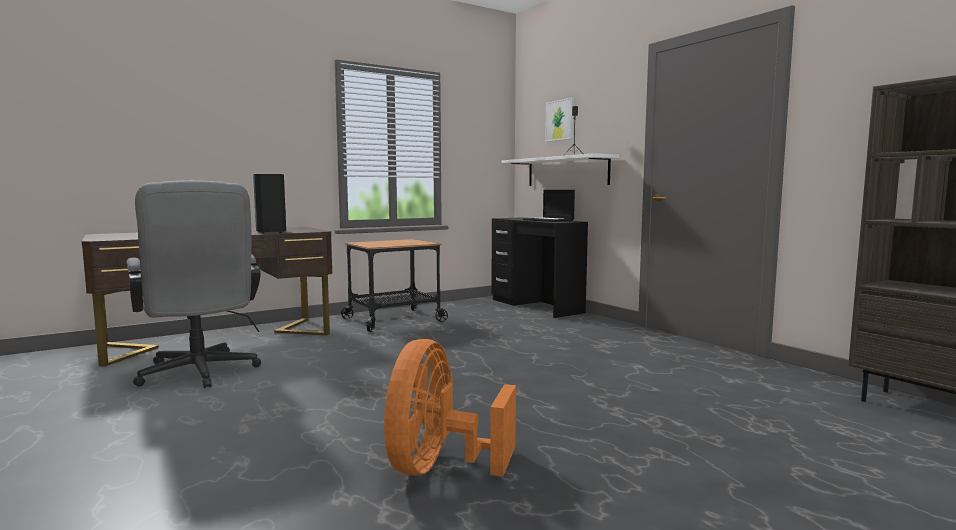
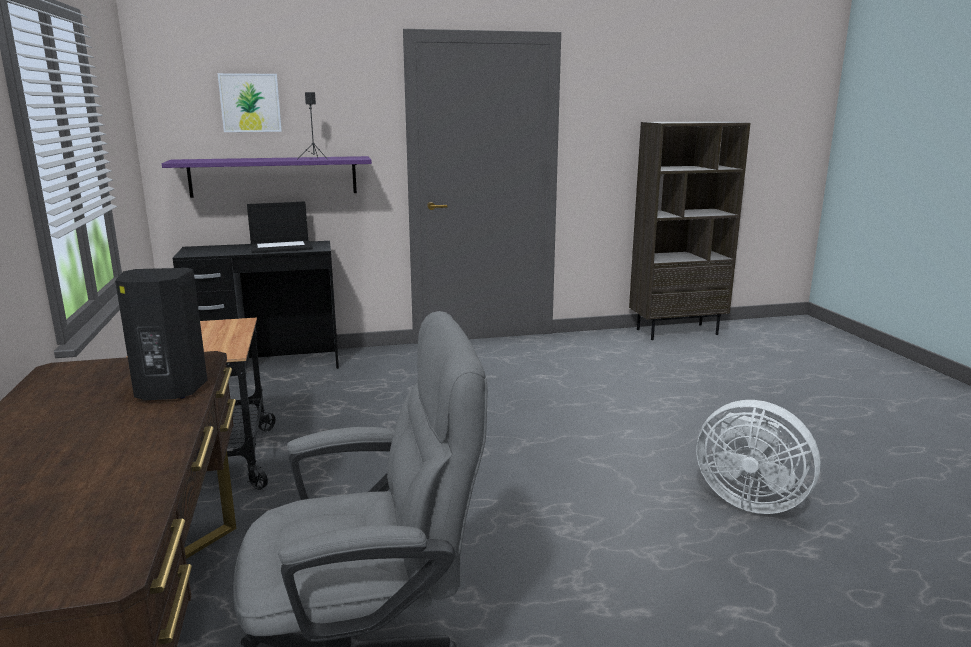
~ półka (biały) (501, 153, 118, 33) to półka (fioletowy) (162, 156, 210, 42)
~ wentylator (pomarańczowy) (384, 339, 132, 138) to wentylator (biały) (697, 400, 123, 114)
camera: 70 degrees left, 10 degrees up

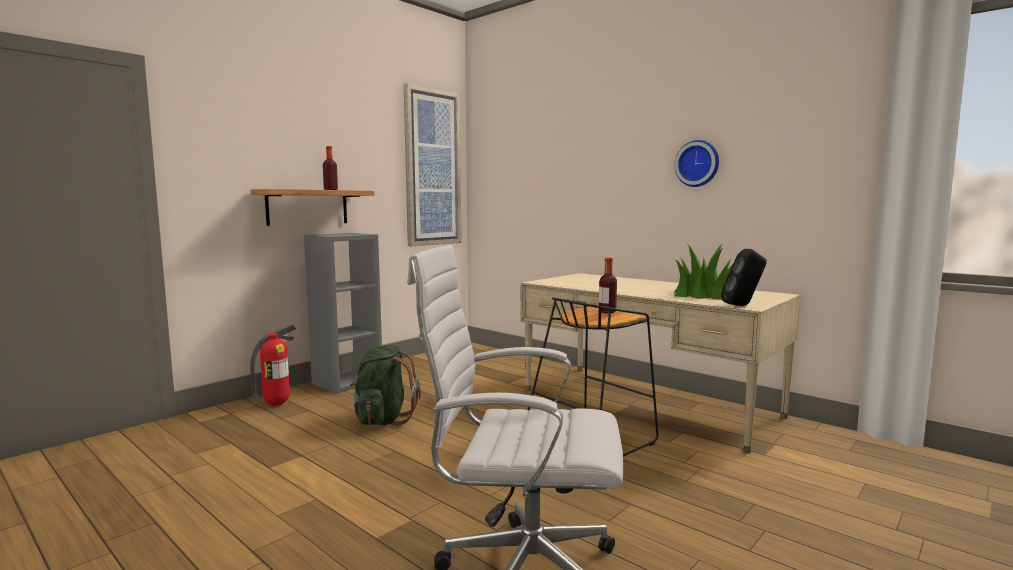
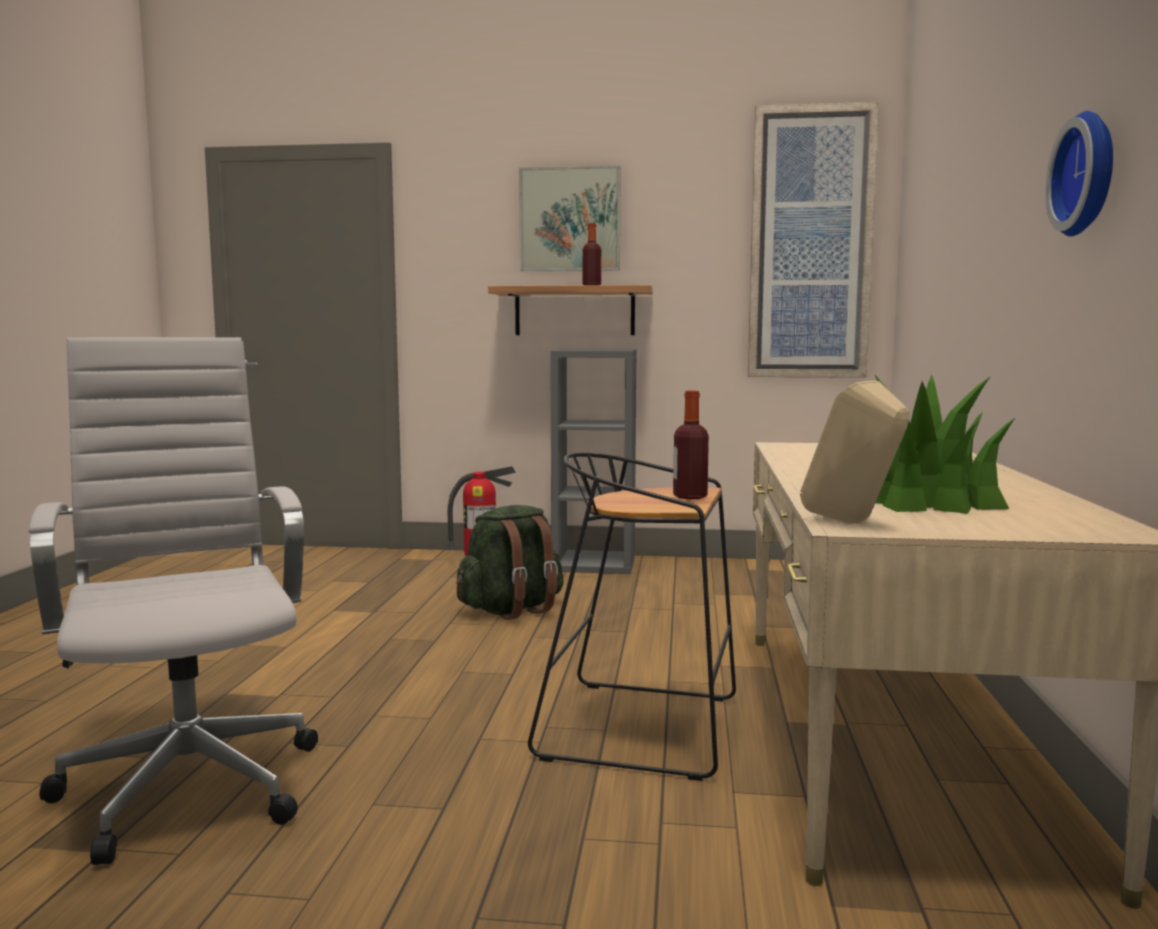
~ głośnik (czarny) (721, 249, 46, 57) to głośnik (beżowy) (800, 381, 110, 143)
+ obraz (519, 166, 102, 105)
camera: 55 degrees right, 0 degrees up

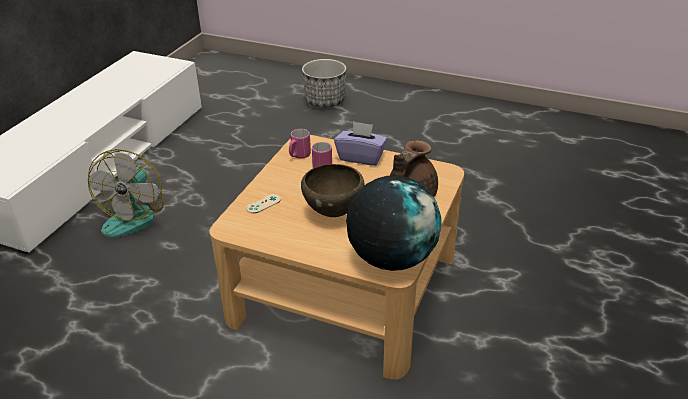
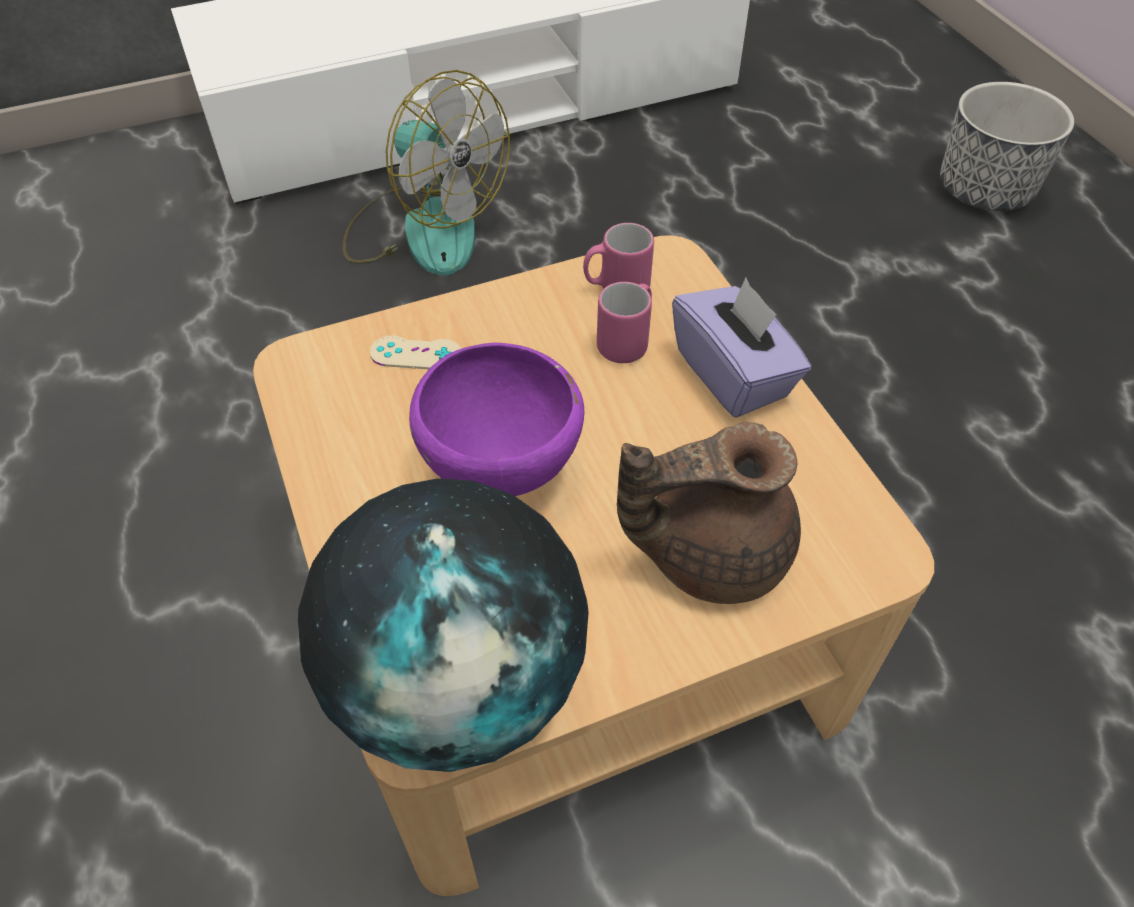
~ wentylator (88, 149, 76, 89) = (343, 70, 167, 205) 105 degrees counterclockwise
~ miska (brązowy) (301, 164, 63, 53) to miska (fioletowy) (409, 343, 175, 153)
camera: 45 degrees right, 15 degrees up

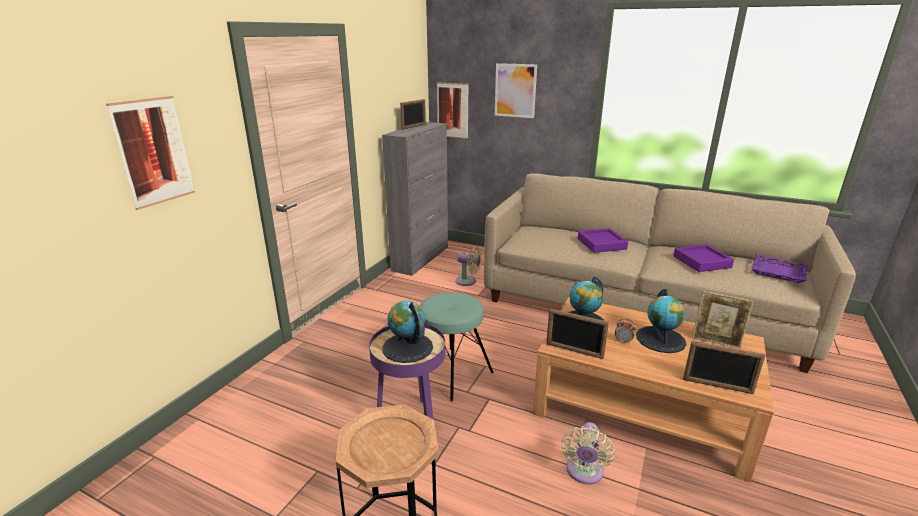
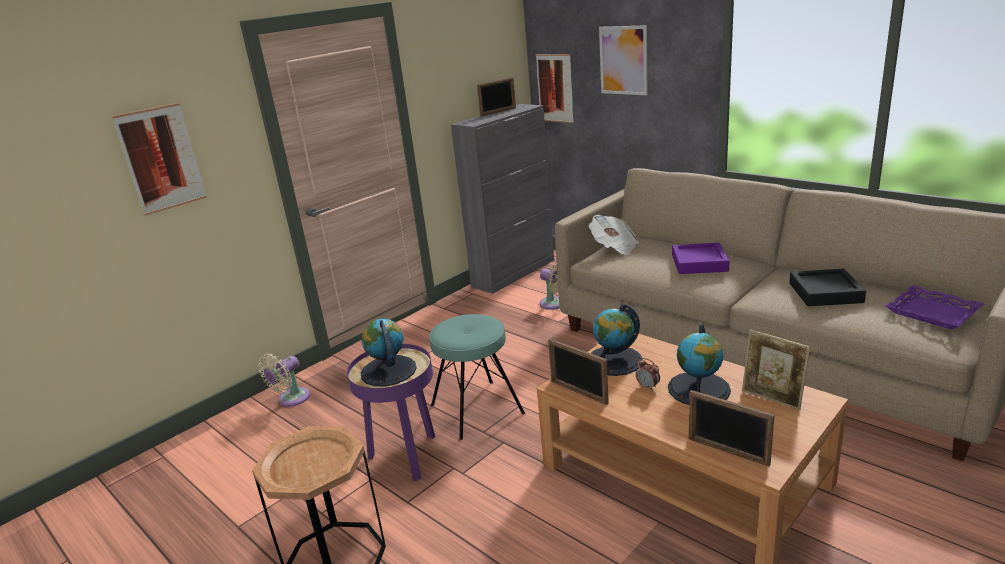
~ taca (fioletowy) (673, 244, 61, 28) to taca (czarny) (789, 269, 77, 37)
~ wentylator (beżowy) (561, 422, 54, 62) to (258, 353, 52, 54)
+ gazeta (589, 215, 50, 40)
camera: 20 degrees right, 0 degrees up

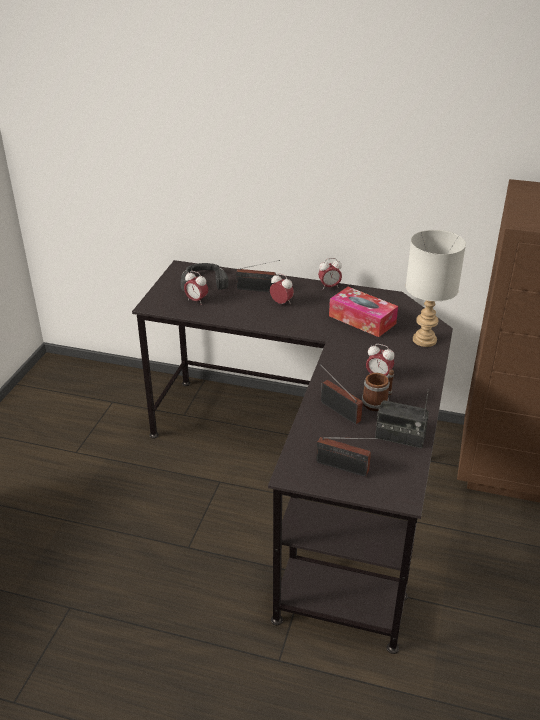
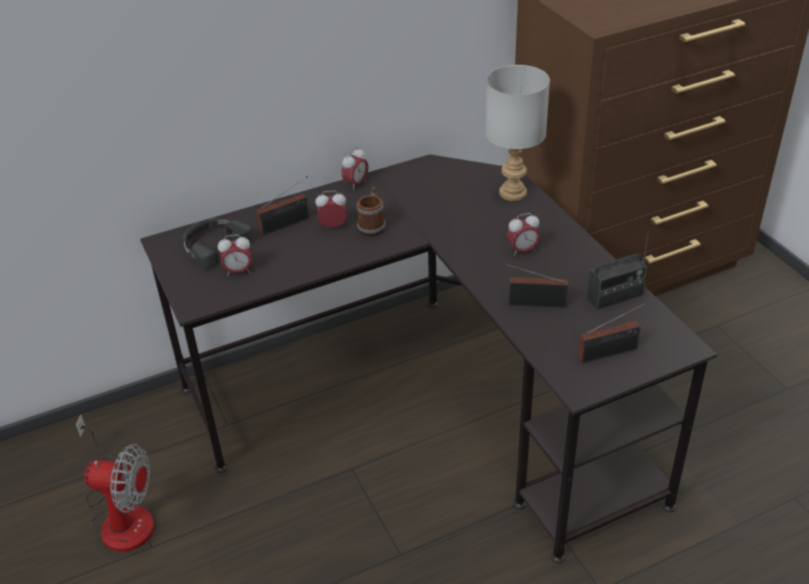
- pudełko chusteczek (329, 287, 69, 50)
~ kubek (362, 369, 32, 42) to (357, 187, 29, 49)
+ wentylator (76, 415, 78, 137)
camera: 40 degrees left, 5 degrees up

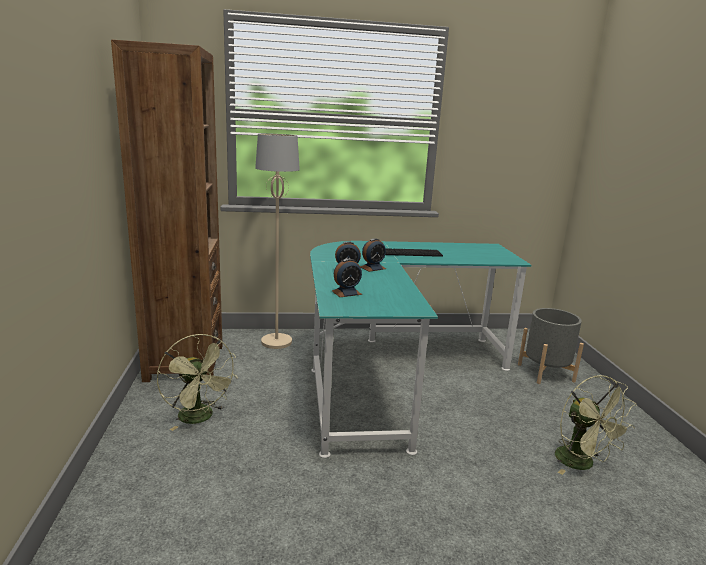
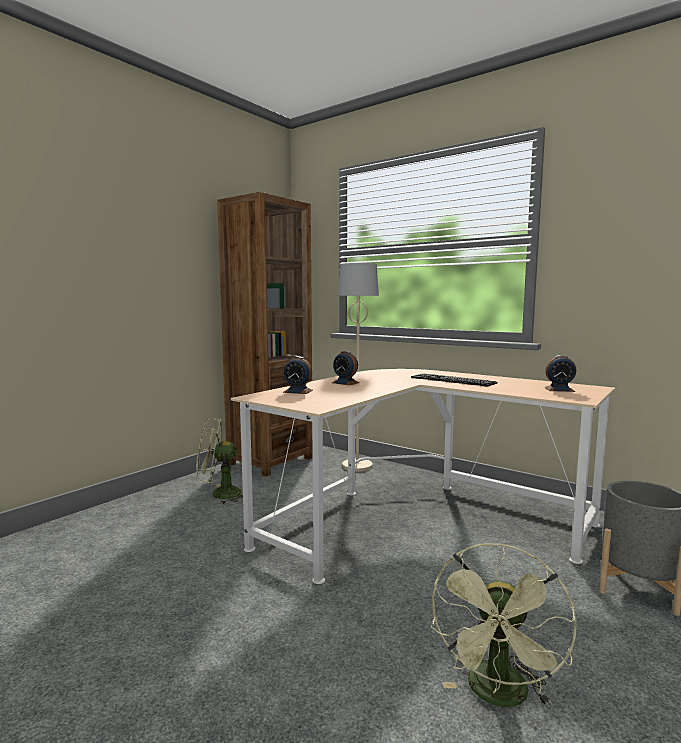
~ budzik (360, 238, 26, 34) to (544, 355, 32, 37)
~ biurko (turkusowy) (310, 241, 222, 217) to biurko (beżowy) (231, 369, 384, 215)
~ wentylator (zielony) (157, 334, 81, 97) = (196, 418, 47, 86) 75 degrees clockwise
camera: 45 degrees right, 10 degrees down

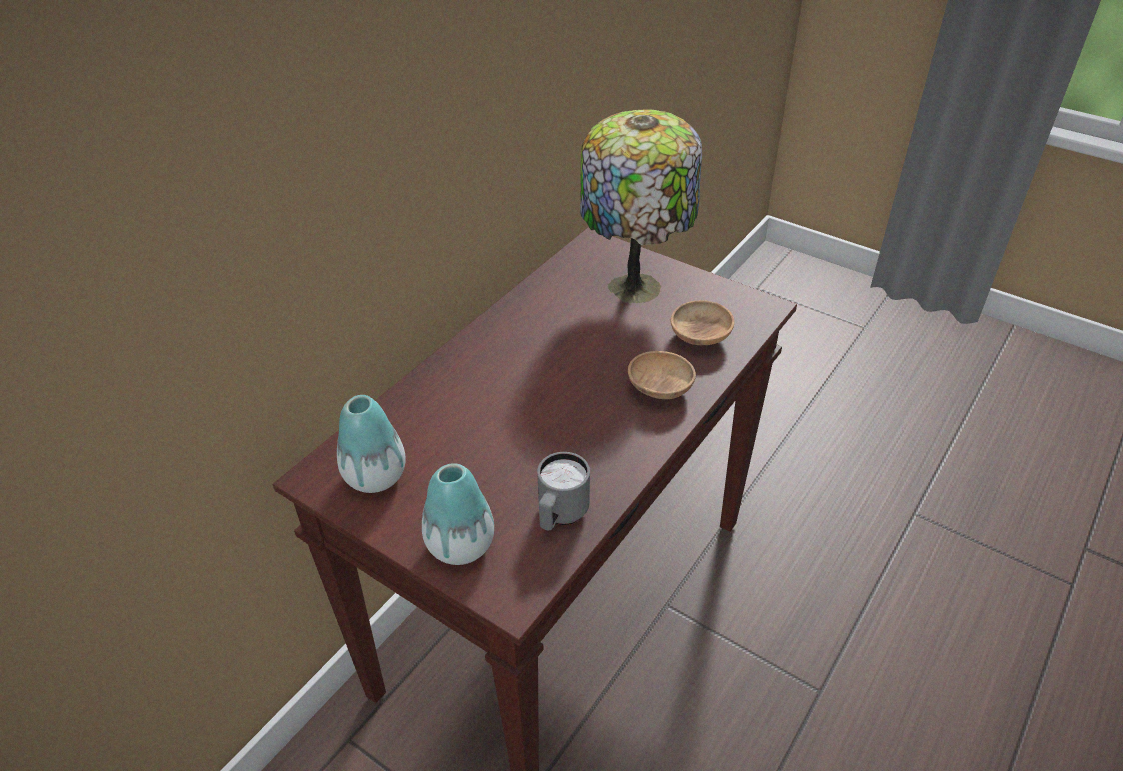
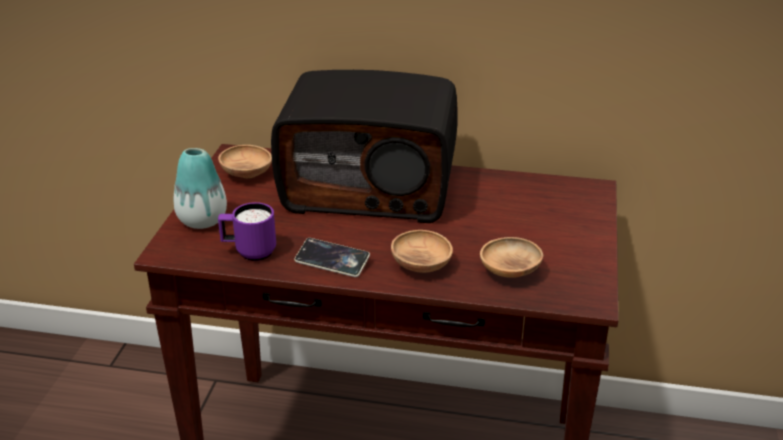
- lampa stołowa (580, 109, 122, 194)
~ wazon (337, 395, 69, 98) to miska (brązowy) (218, 145, 54, 33)
~ kubek (szary) (537, 452, 53, 79) to kubek (fioletowy) (218, 202, 58, 59)
+ radio (271, 70, 187, 153)
+ telefon (294, 238, 76, 39)
camera: 65 degrees right, 10 degrees down

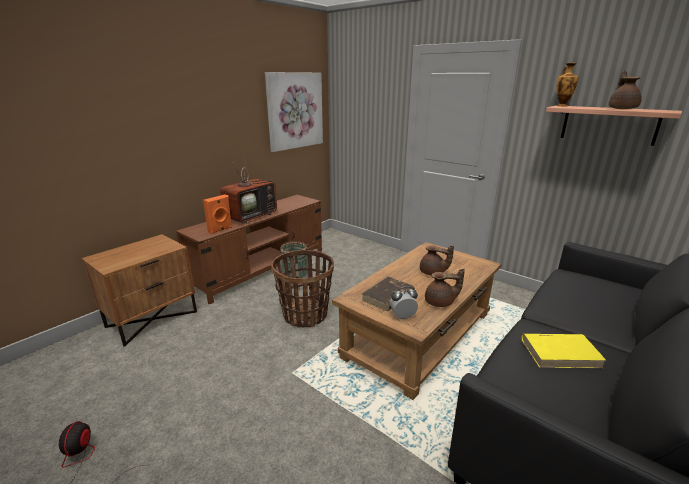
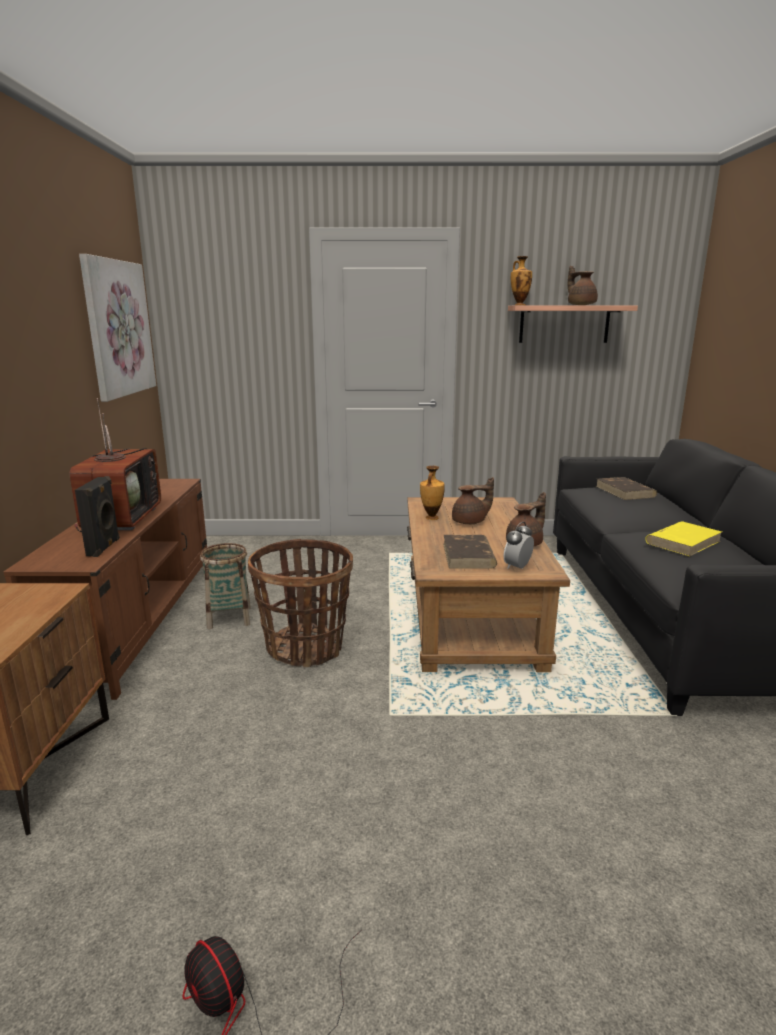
~ głośnik (pomarańczowy) (203, 194, 29, 40) to głośnik (czarny) (75, 476, 45, 81)
+ wazon (420, 466, 25, 54)
+ książka (brązowy) (596, 477, 61, 23)
camera: 40 degrees left, 5 degrees down

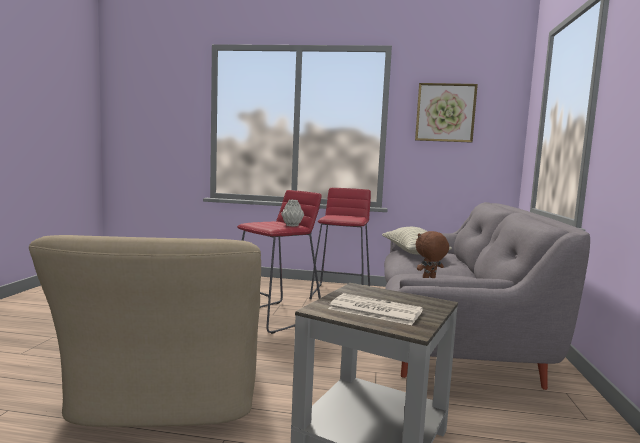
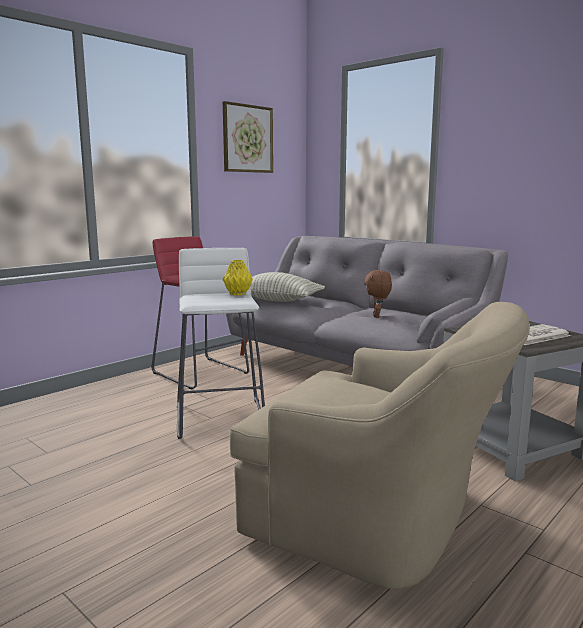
~ stołek (czerwony) (237, 190, 84, 144) to stołek (biały) (177, 248, 88, 191)
~ wazon (szary) (281, 199, 23, 28) to wazon (żółty) (223, 260, 30, 36)
camera: 55 degrees left, 5 degrees up

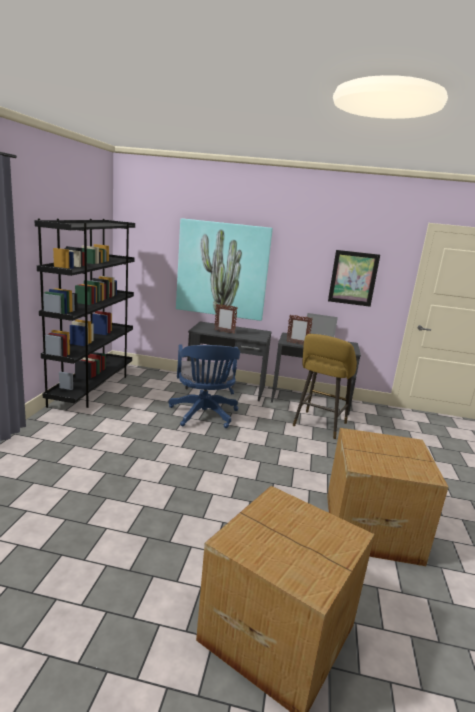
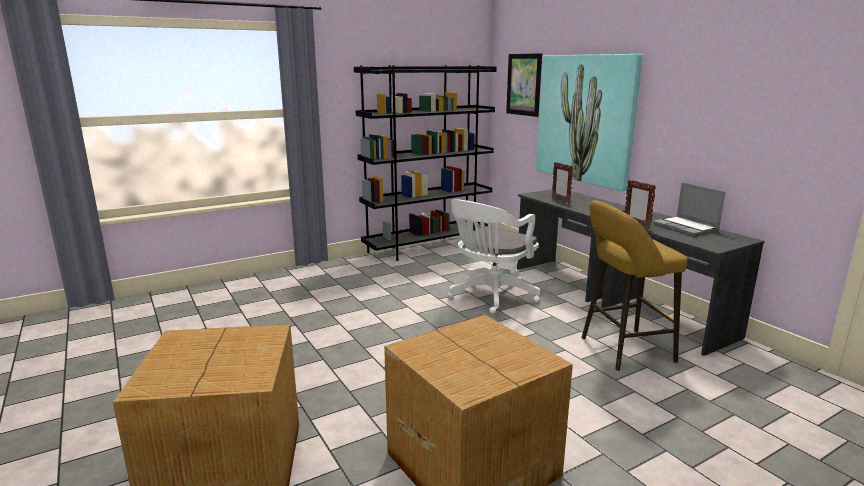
~ obraz (328, 250, 52, 57) to (506, 53, 36, 64)
~ krzesło biurowe (niebieski) (169, 344, 71, 84) to krzesło biurowe (biały) (448, 199, 92, 115)
camera: 50 degrees right, 0 degrees up

